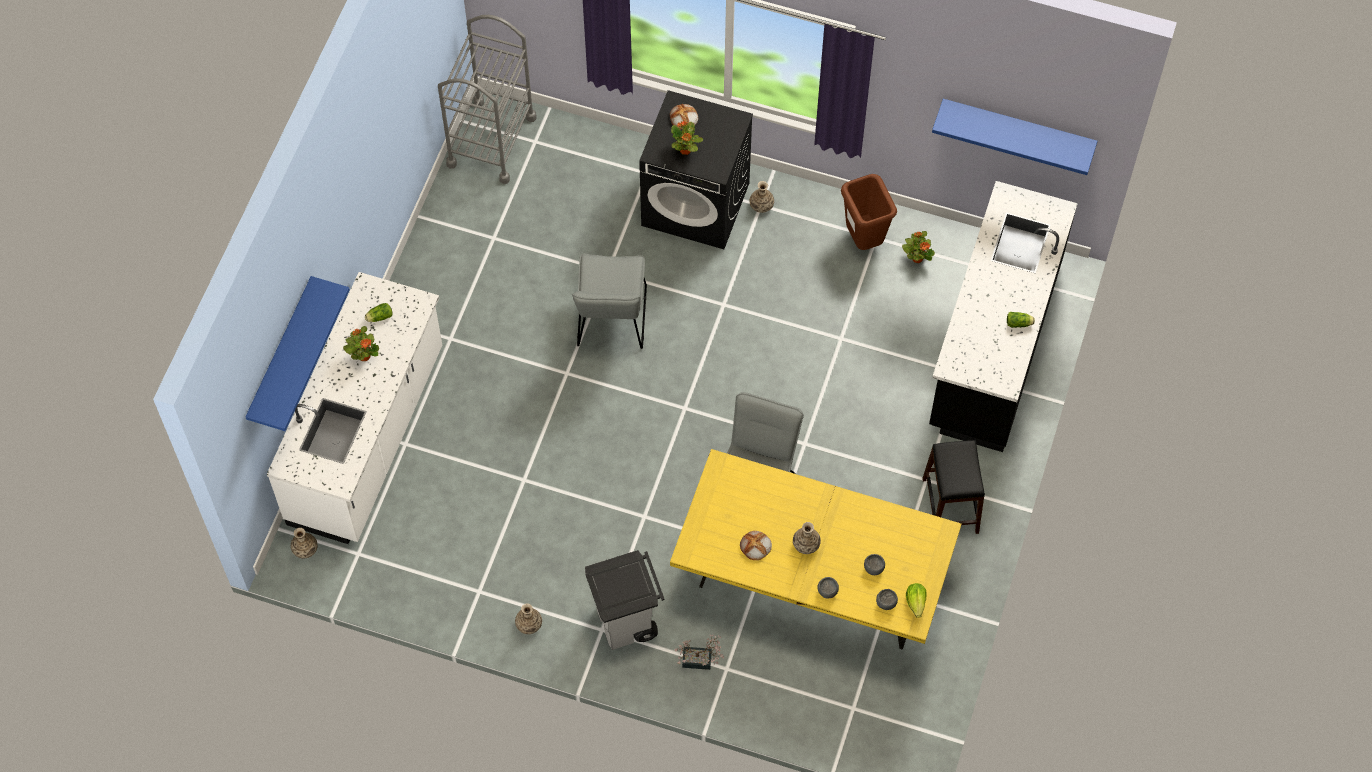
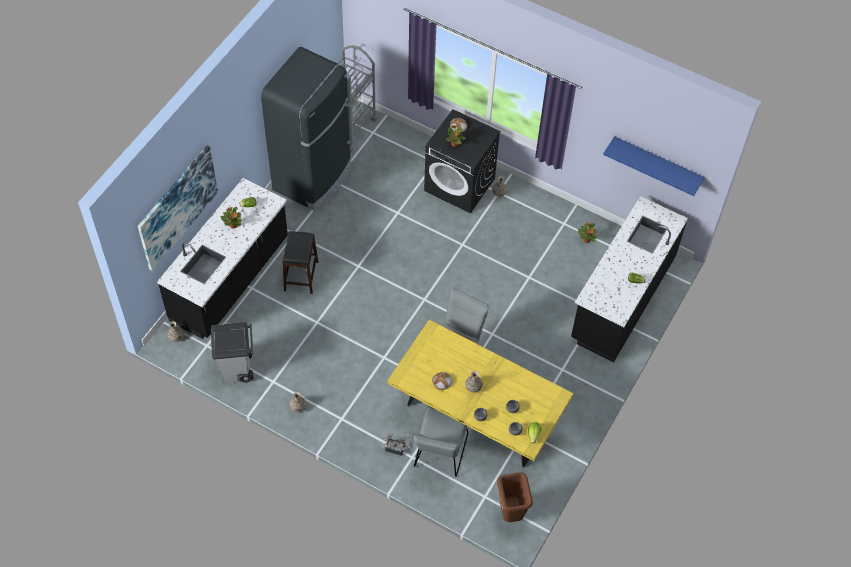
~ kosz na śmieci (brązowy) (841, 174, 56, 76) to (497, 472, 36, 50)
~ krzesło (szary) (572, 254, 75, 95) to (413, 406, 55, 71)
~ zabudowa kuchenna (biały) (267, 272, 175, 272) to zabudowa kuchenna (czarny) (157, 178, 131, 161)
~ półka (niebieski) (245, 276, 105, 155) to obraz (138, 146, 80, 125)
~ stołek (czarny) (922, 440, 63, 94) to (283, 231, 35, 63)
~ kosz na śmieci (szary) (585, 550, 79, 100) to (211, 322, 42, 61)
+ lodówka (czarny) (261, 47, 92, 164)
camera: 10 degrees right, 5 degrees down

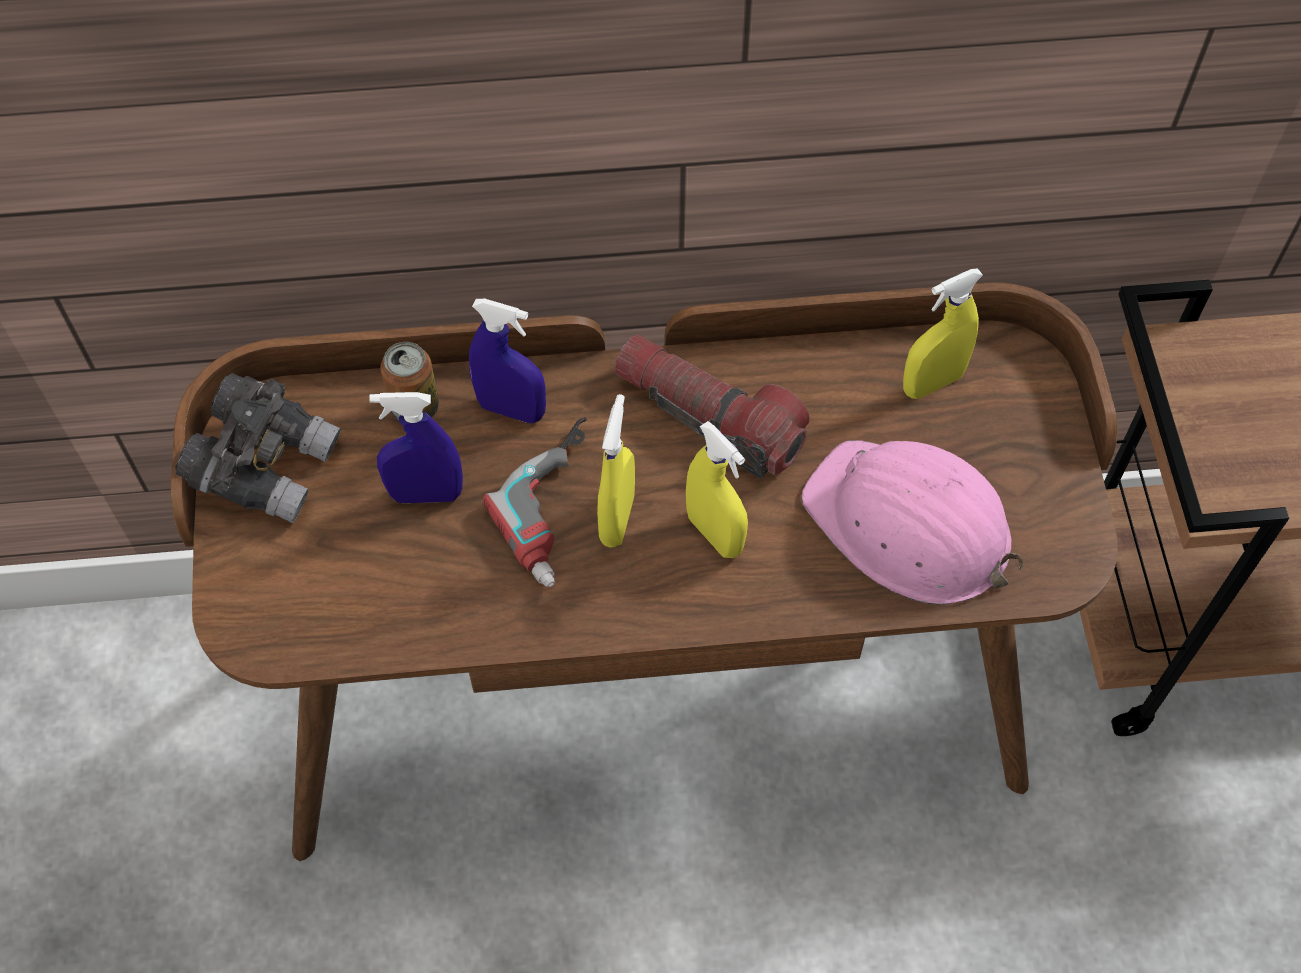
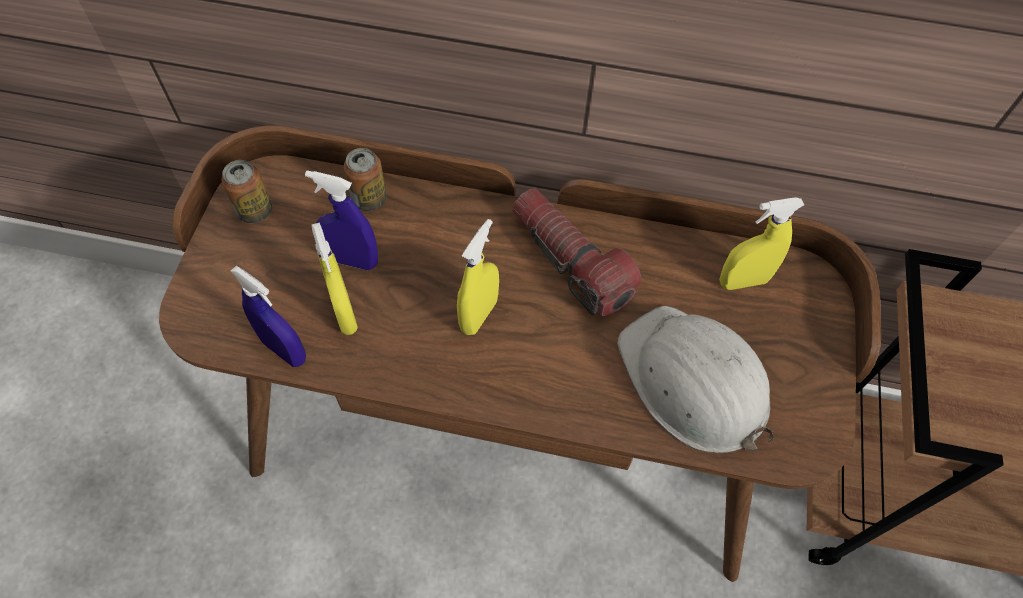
~ spryskiwacz (niebieski) (469, 299, 77, 124) to (230, 265, 76, 102)
~ lornetka (szary) (175, 373, 166, 150) to puszka (222, 160, 50, 63)
- wiertarka (483, 417, 104, 170)
~ spryskiwacz (żółty) (686, 421, 62, 137) to (311, 222, 47, 113)
~ kask (różowy) (801, 440, 223, 165) to kask (biały) (617, 306, 158, 147)
camera: 15 degrees right, 0 degrees up

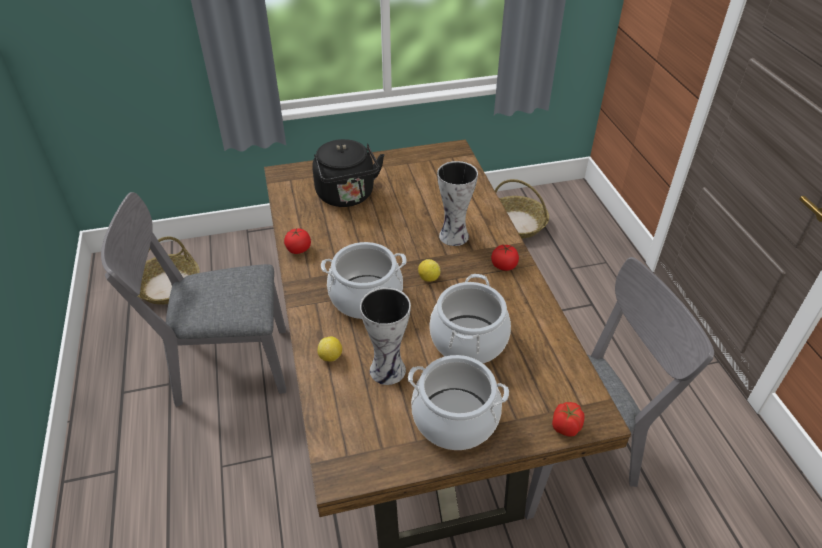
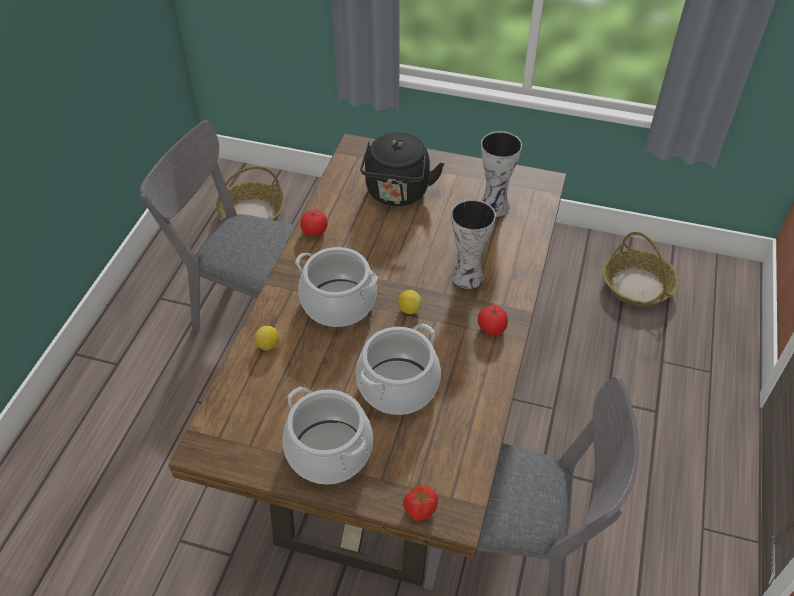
~ wazon (360, 287, 51, 98) to (481, 131, 41, 86)
camera: 30 degrees right, 5 degrees up

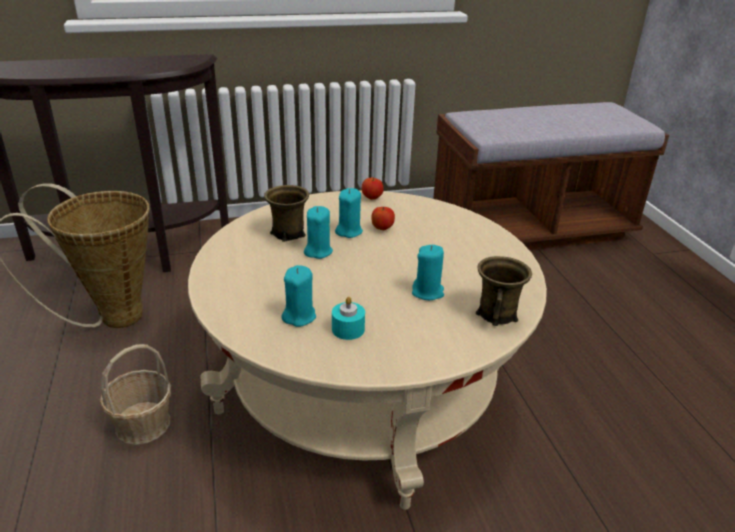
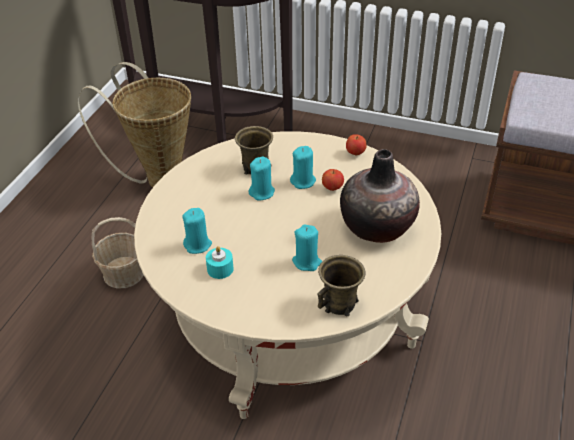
+ wazon (340, 149, 80, 94)
camera: 35 degrees right, 10 degrees up

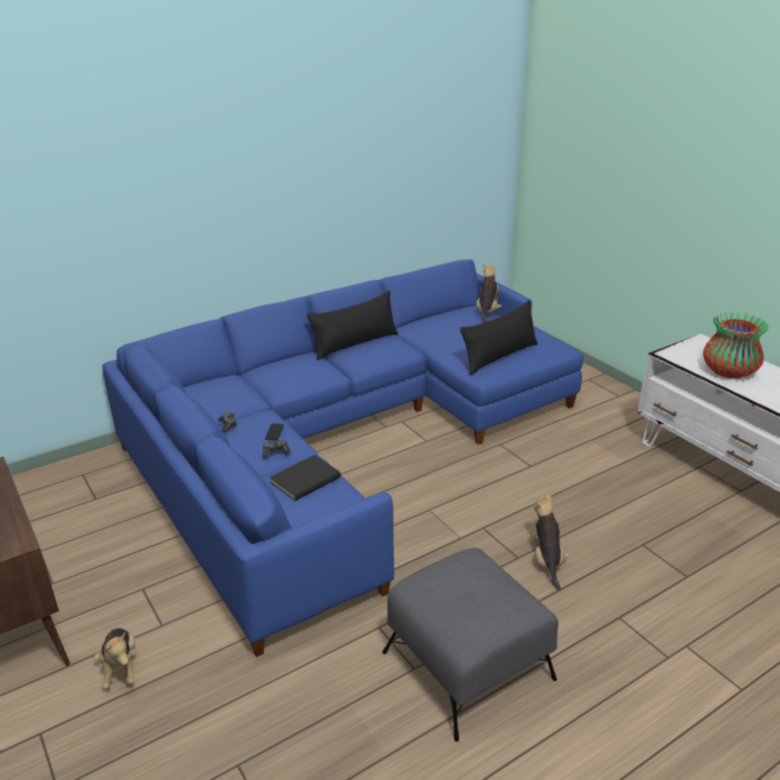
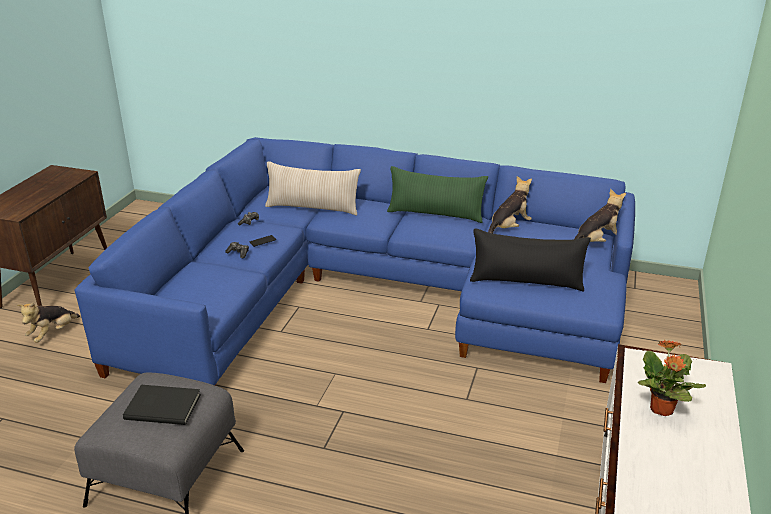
~ poduszka (czarny) (307, 291, 91, 69) to poduszka (zielony) (387, 166, 101, 57)
~ wazon (703, 312, 66, 67) to roślina doniczkowa (638, 340, 68, 76)
~ książka (czarny) (269, 455, 72, 46) to (123, 385, 78, 40)
~ pluszak (532, 494, 38, 96) to (488, 176, 44, 57)
+ poduszka (beżowy) (265, 161, 96, 54)
camera: 50 degrees right, 0 degrees up

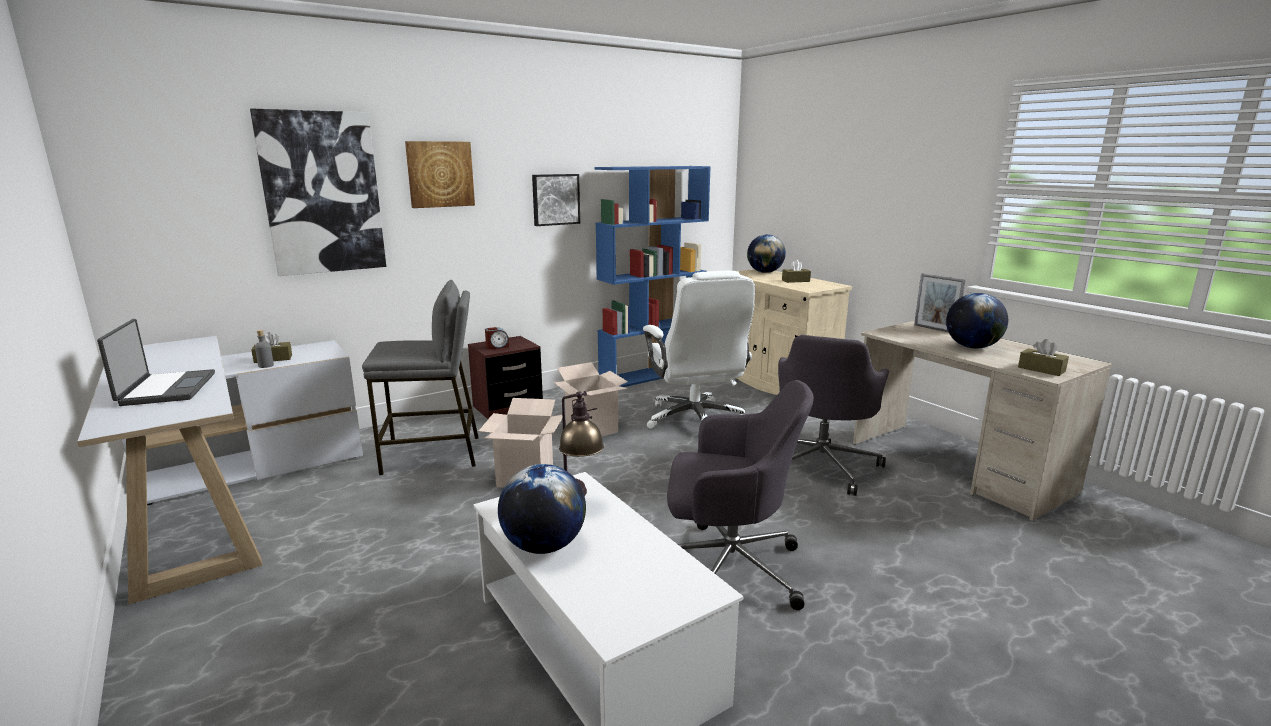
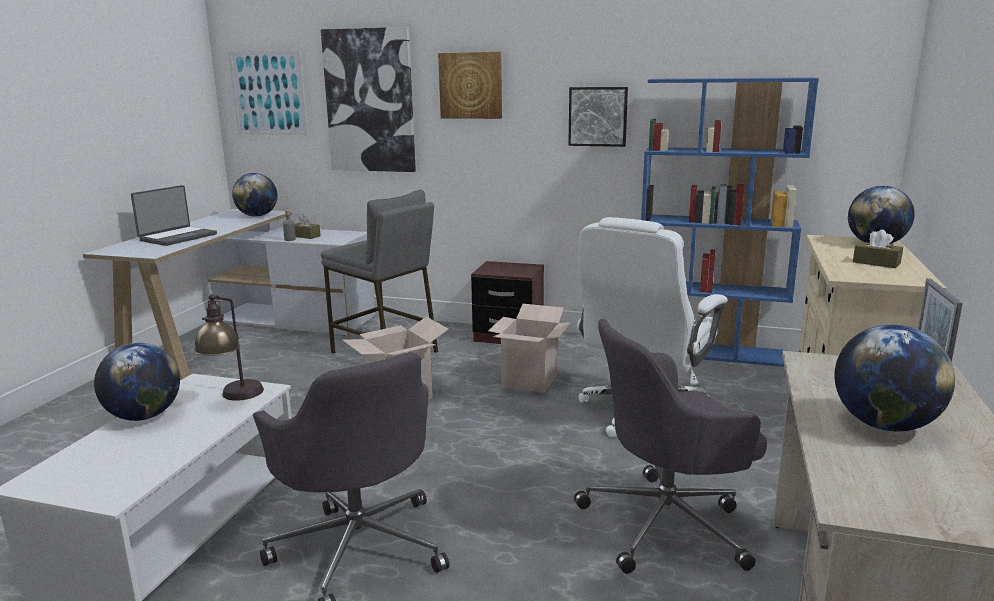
- budzik (485, 327, 24, 22)
- pudełko chusteczek (brązowy) (1018, 339, 51, 37)
+ obraz (228, 50, 80, 85)
+ globus (232, 173, 46, 44)
camera: 50 degrees right, 0 degrees up

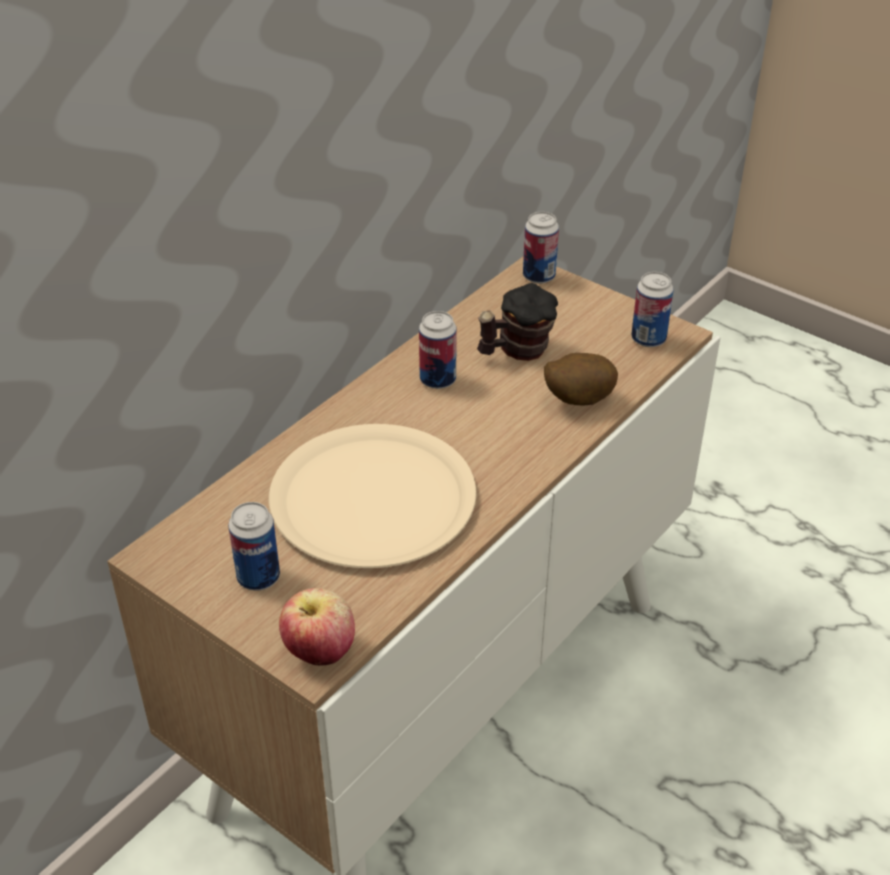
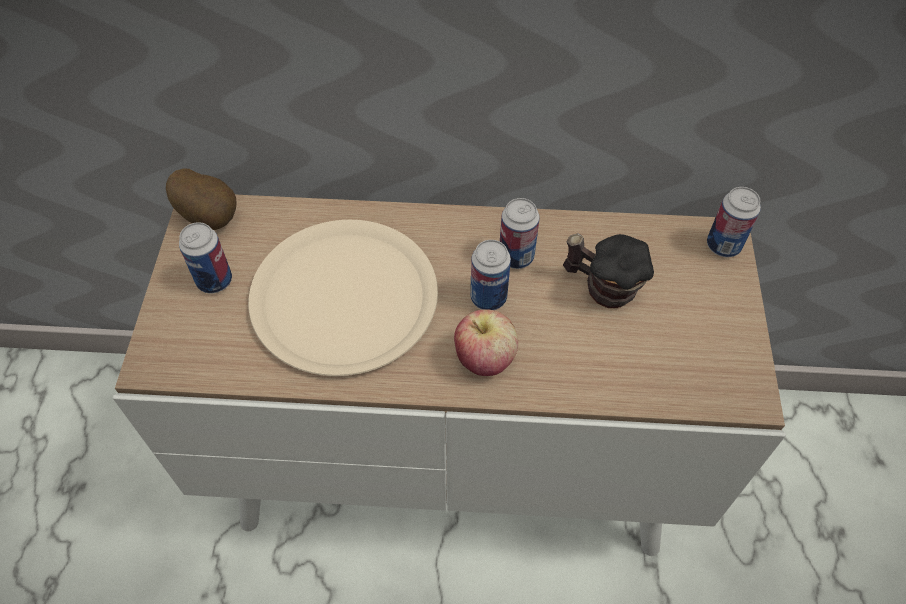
~ puszka (631, 272, 42, 75) to (470, 240, 41, 70)
~ ziemniak (544, 353, 74, 53) to (166, 168, 71, 62)
~ jabłko (279, 588, 76, 78) to (454, 309, 64, 67)
camera: 55 degrees right, 15 degrees up

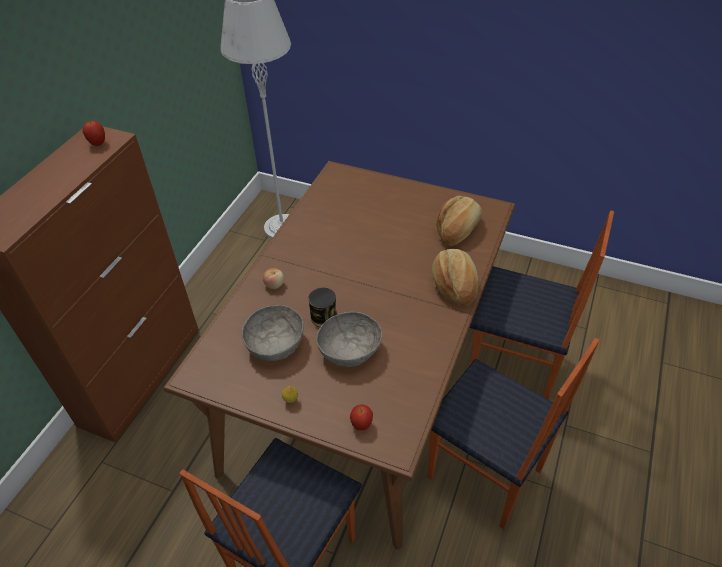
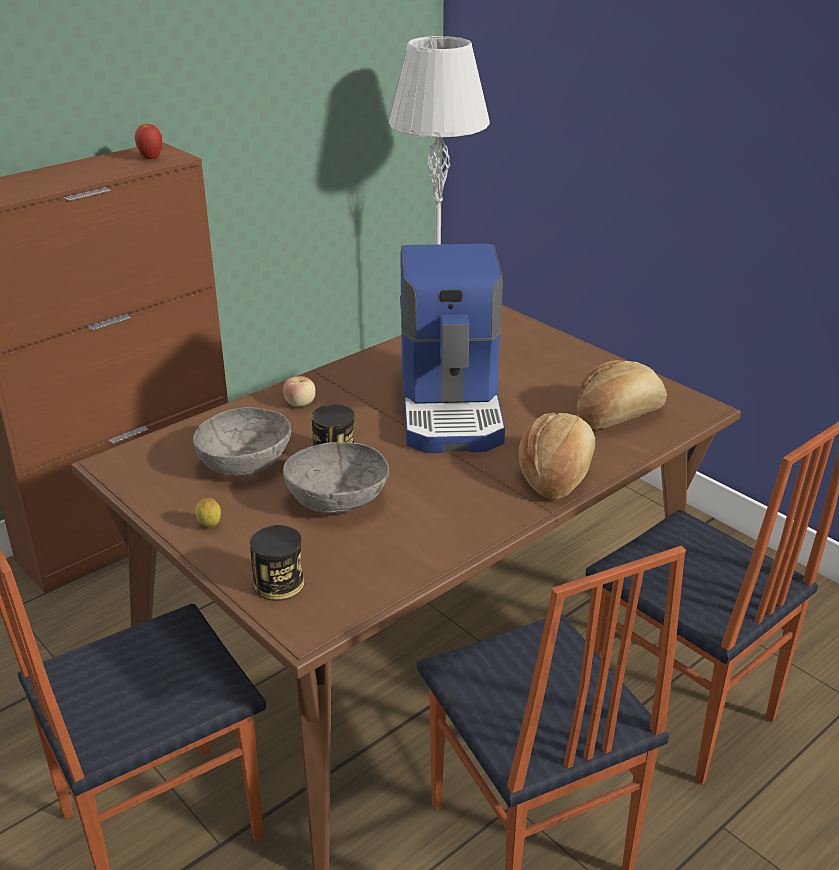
~ jabłko (350, 405, 23, 25) to puszka (250, 525, 55, 76)
+ ekspres do kawy (400, 244, 105, 209)
camera: 25 degrees right, 15 degrees down

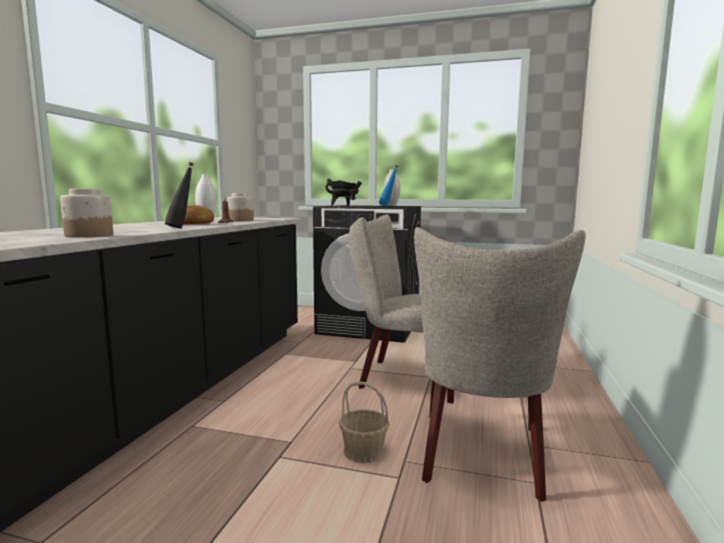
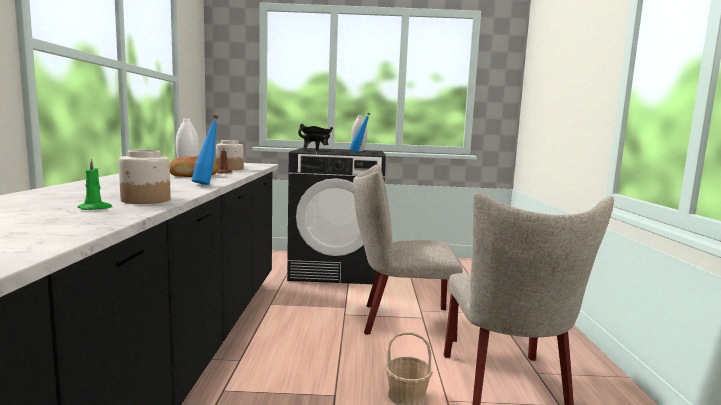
~ butelka (czarny) (165, 162, 29, 66) to butelka (niebieski) (192, 115, 27, 70)
+ świeca (zielony) (78, 159, 34, 51)
camera: 15 degrees left, 0 degrees up

